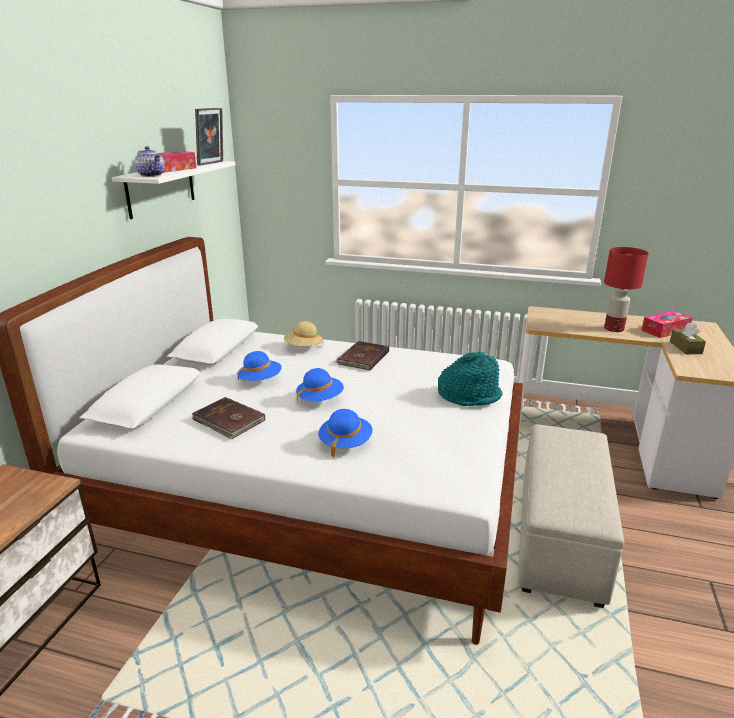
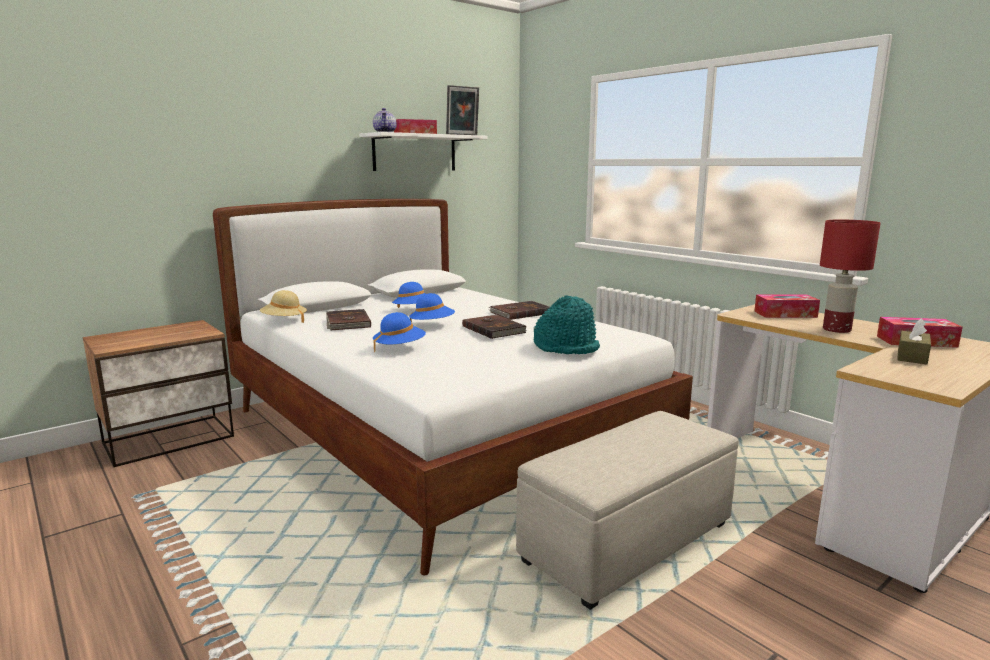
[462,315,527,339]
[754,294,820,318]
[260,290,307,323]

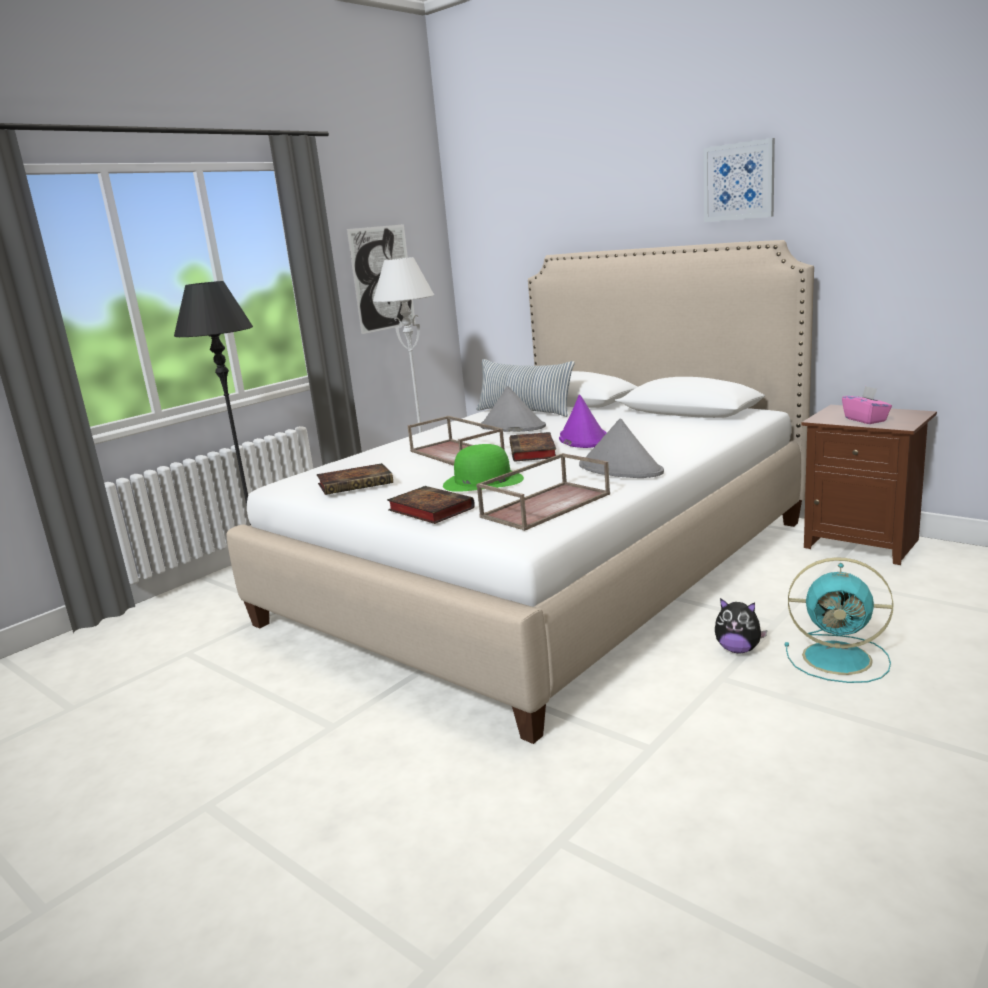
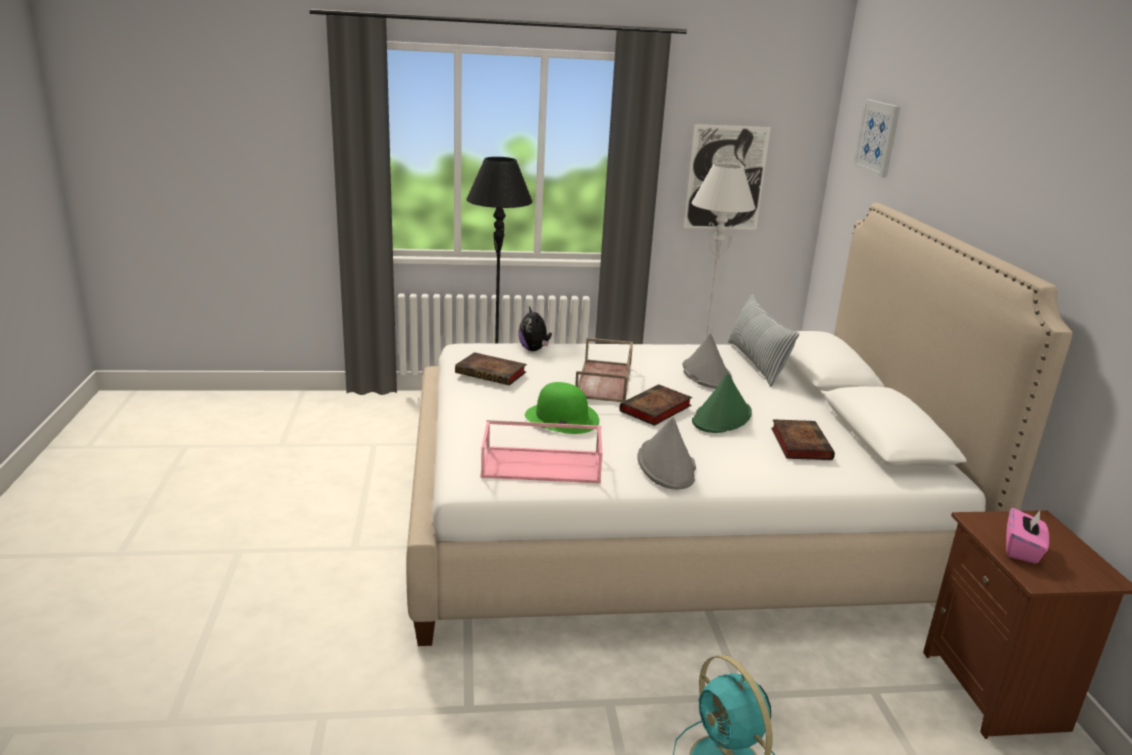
[771,419,835,460]
[853,99,900,178]
[518,307,552,351]
[481,420,603,483]
[692,373,752,433]

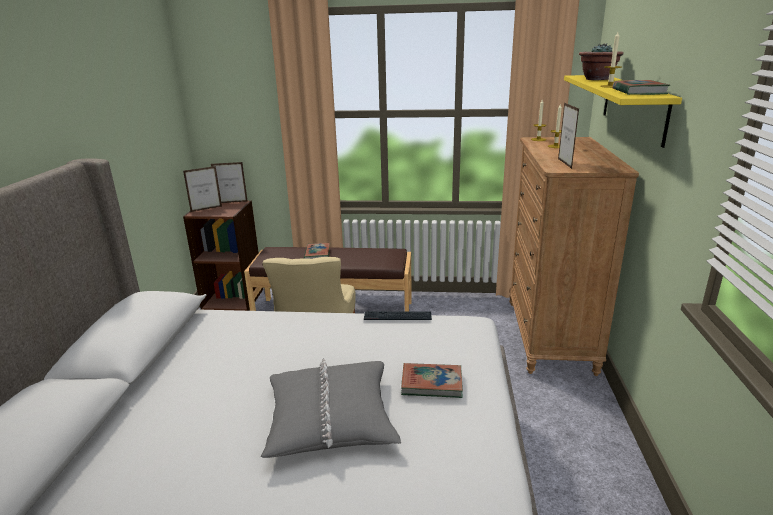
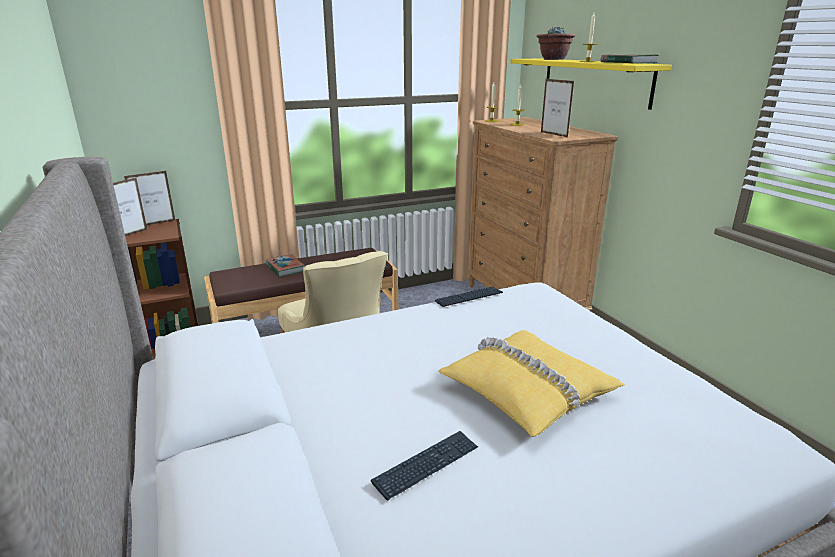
[401,363,463,398] (first image)
[371,431,478,501]
[438,330,625,437]

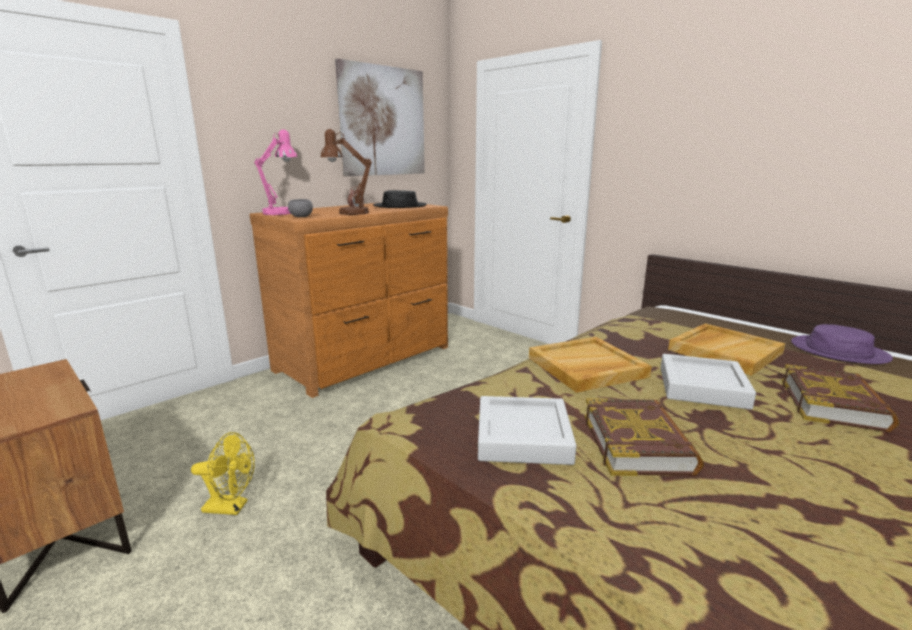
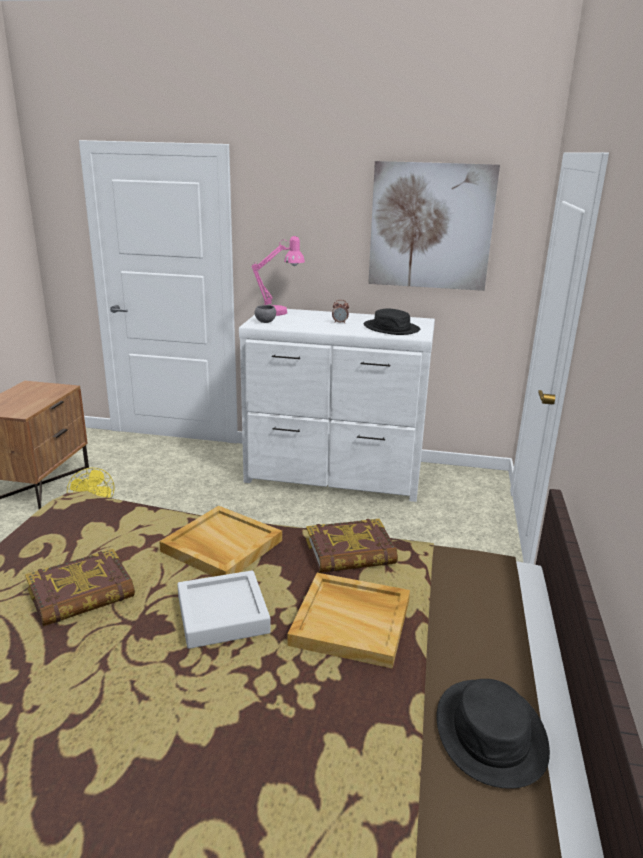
[321,129,372,215] (first image)
[478,396,577,465] (first image)
[306,519,398,573]
[239,309,435,502]
[436,679,550,789]

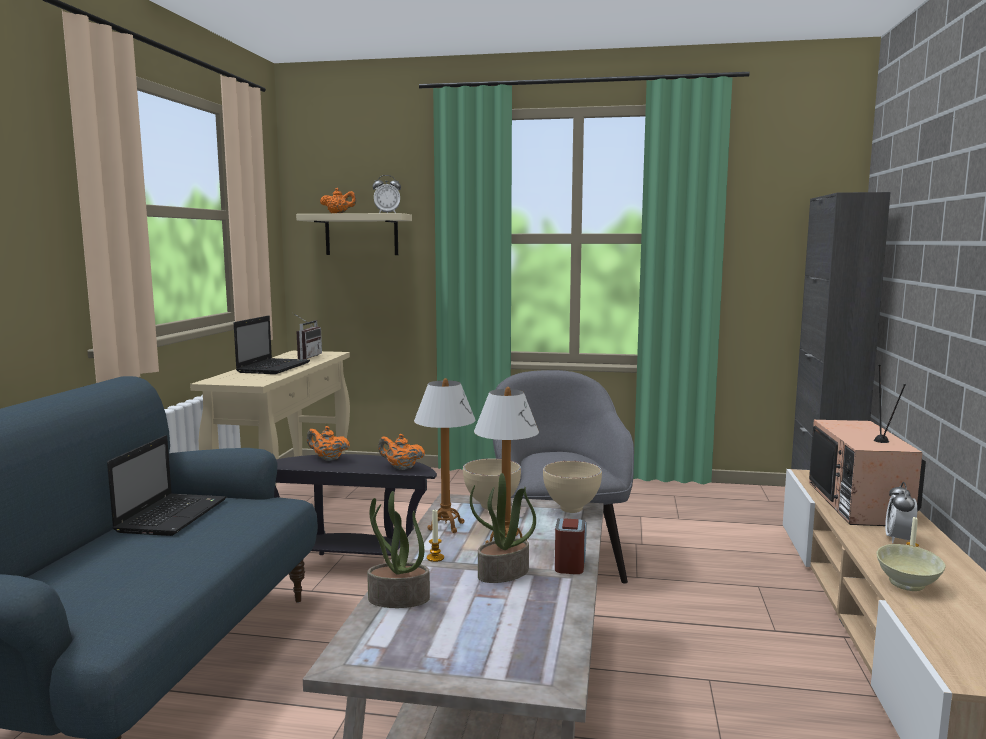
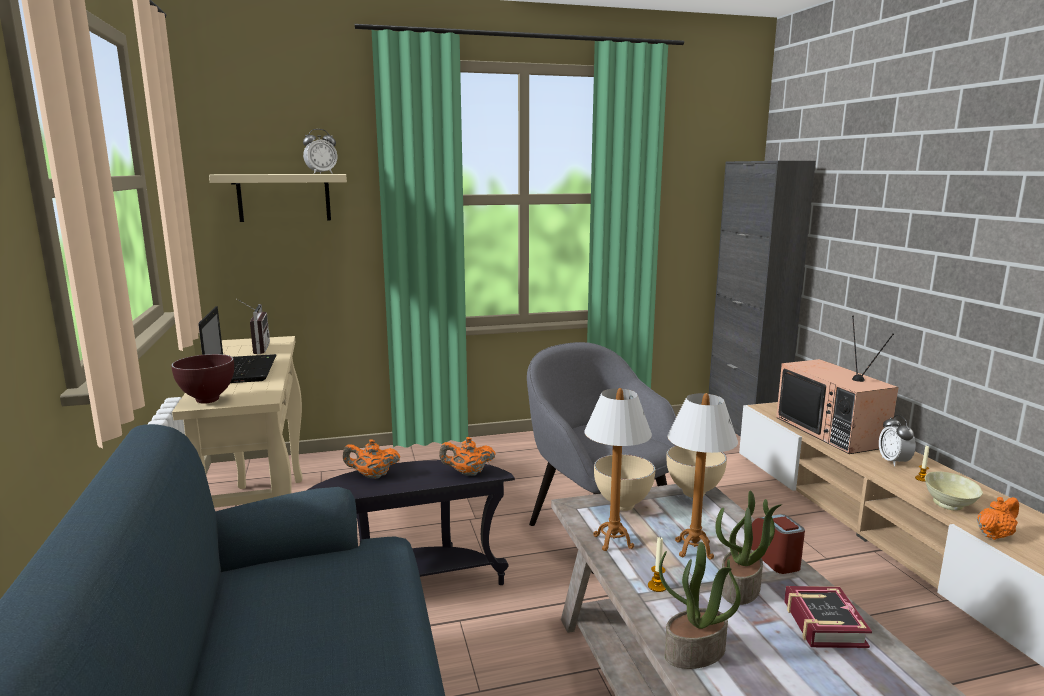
[107,435,226,536] (first image)
[171,354,234,404]
[784,586,872,648]
[977,497,1019,540]

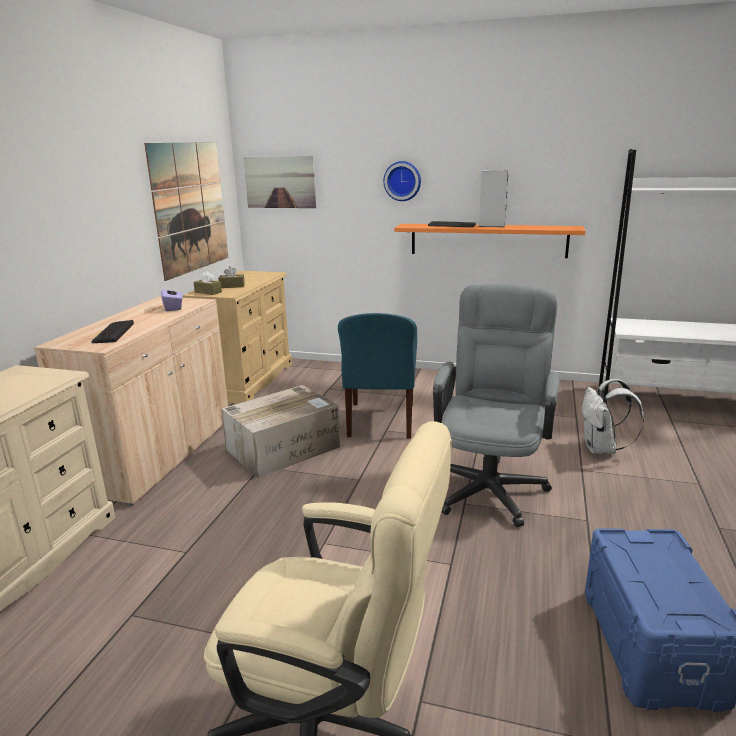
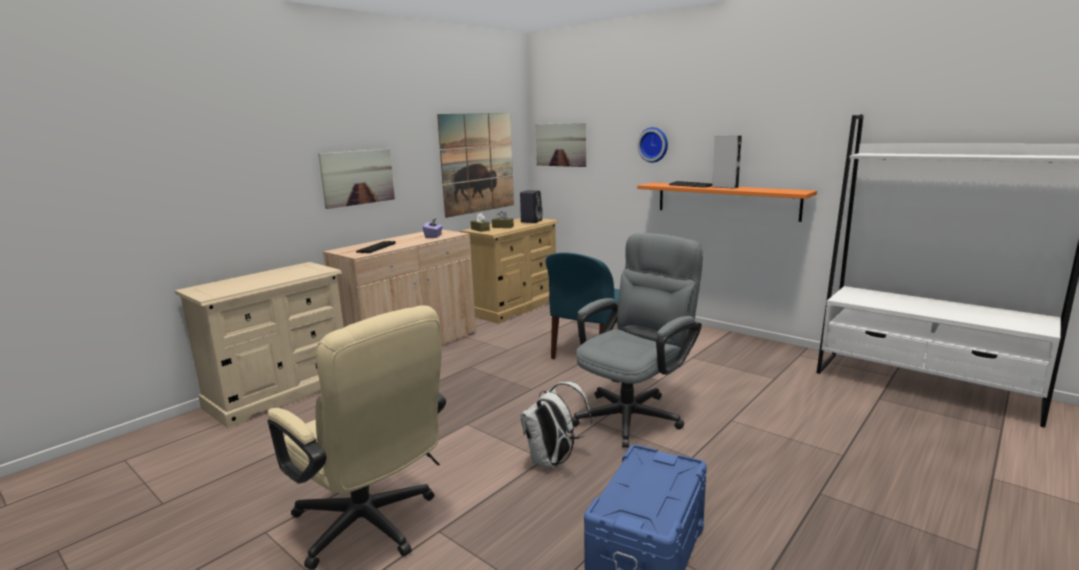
[221,385,340,478] (first image)
[318,149,395,209]
[520,190,543,223]
[520,382,592,469]

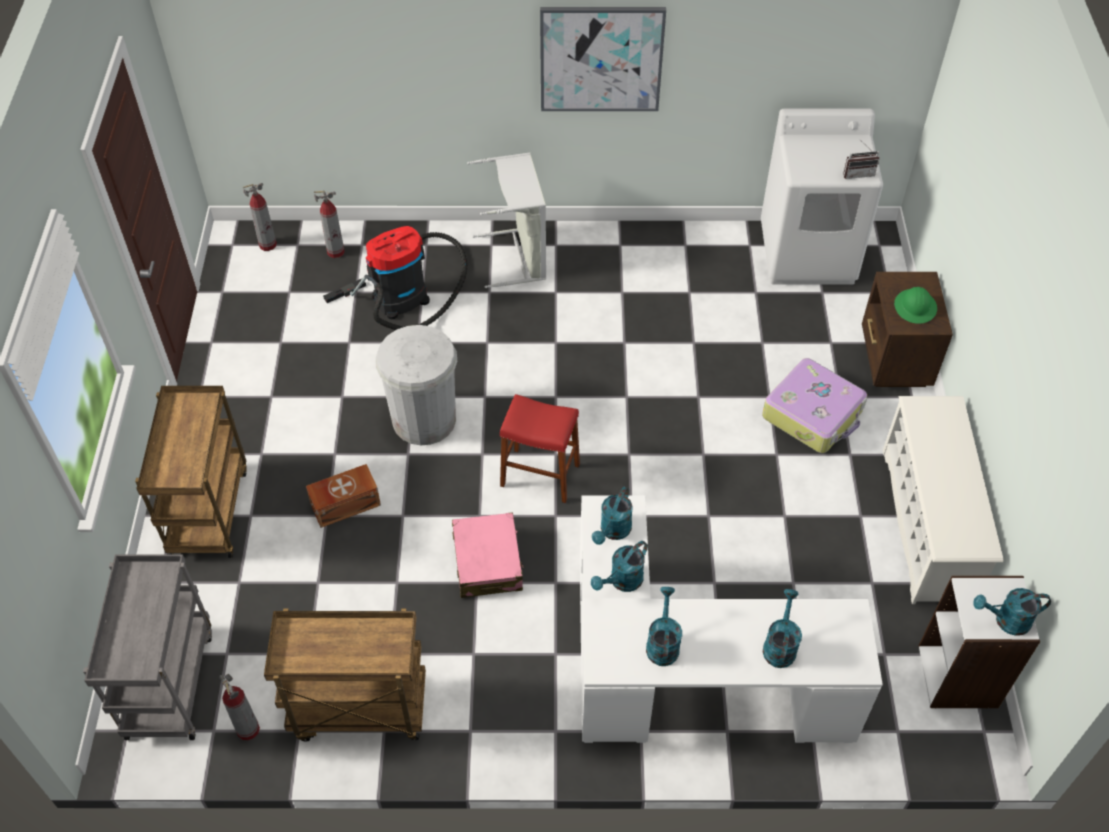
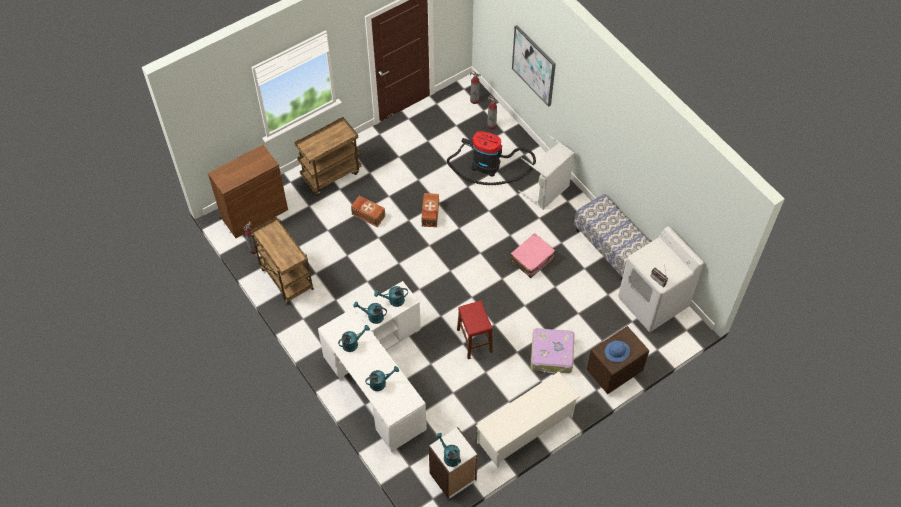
[574,194,650,281]
[510,233,556,278]
[457,300,493,359]
[512,25,556,107]
[208,145,288,238]
[421,193,439,227]
[605,341,630,362]

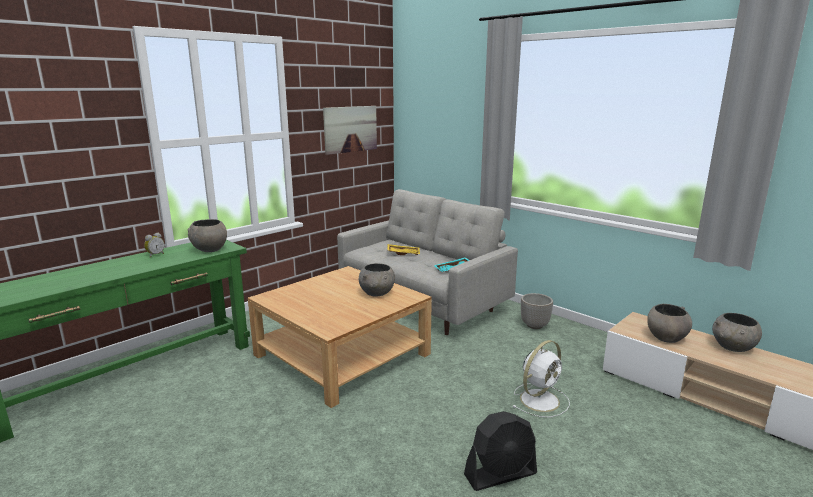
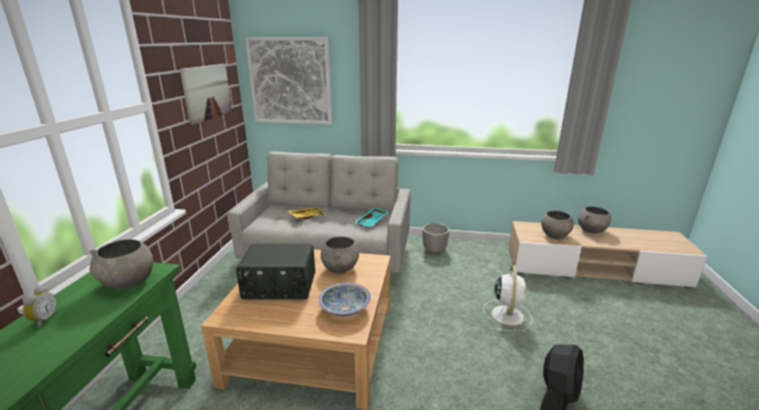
[236,244,315,300]
[245,37,332,125]
[318,283,371,316]

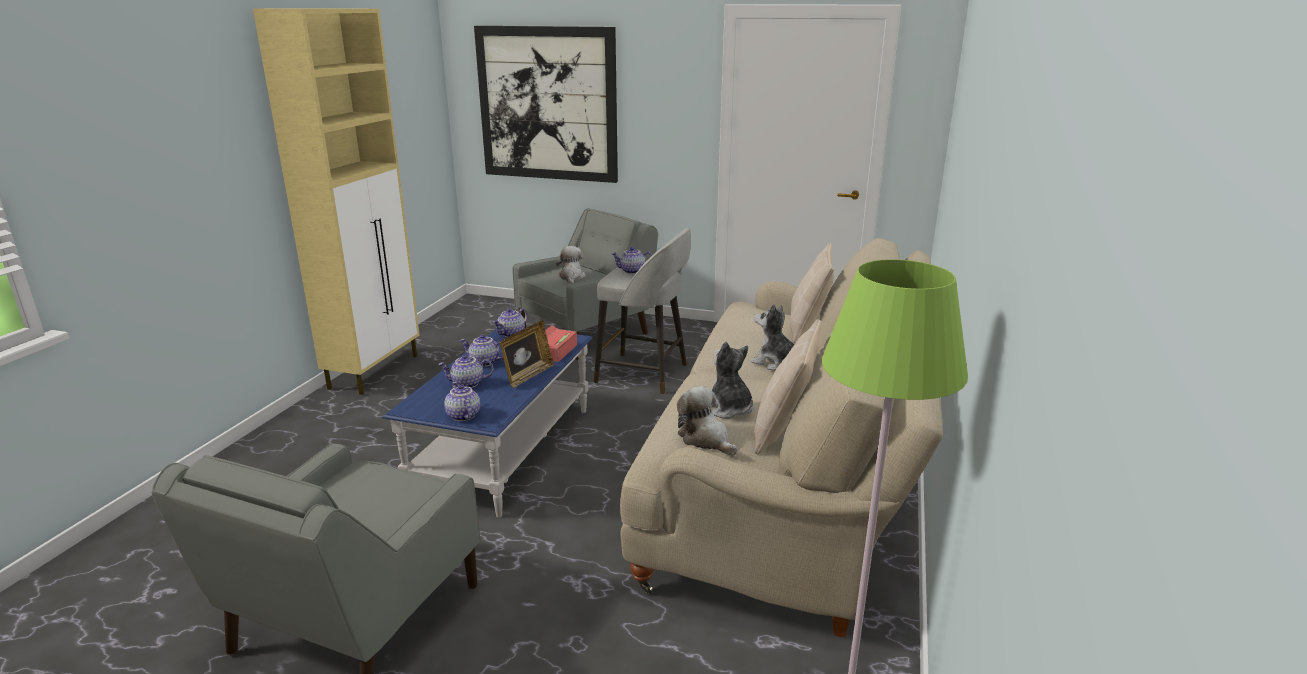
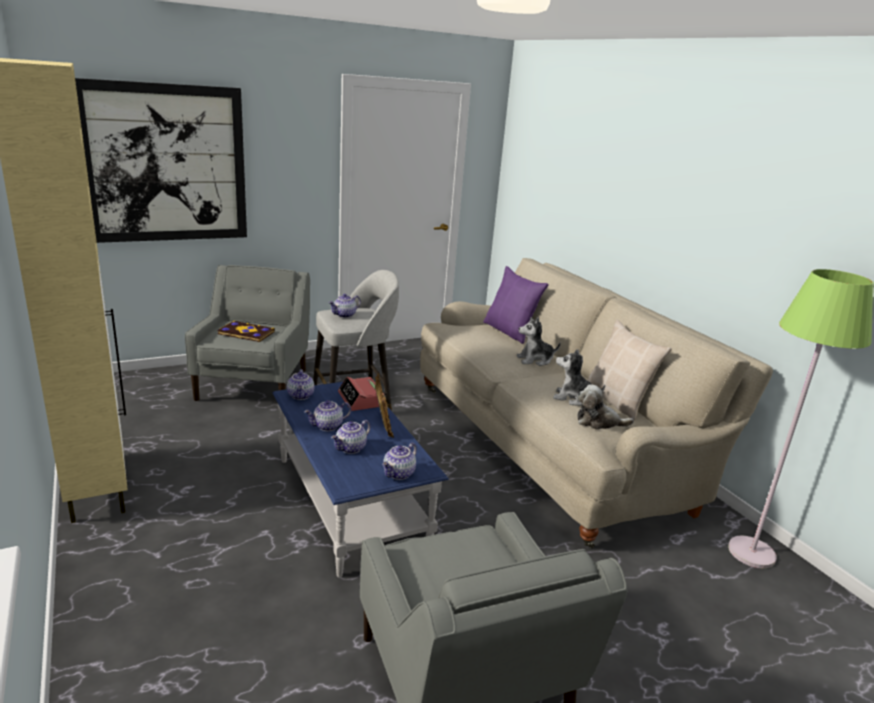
[217,321,275,342]
[483,266,549,344]
[382,443,417,480]

